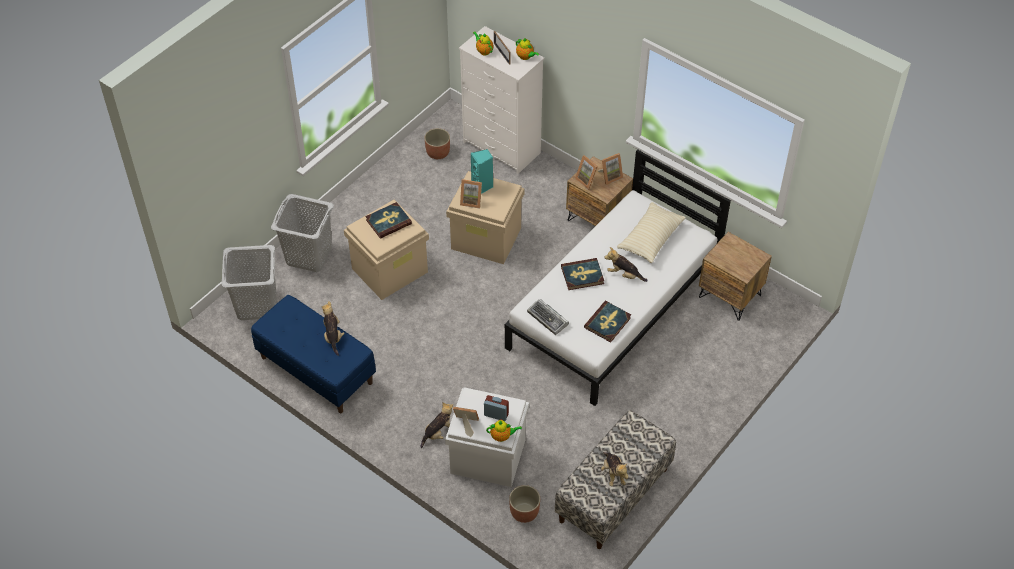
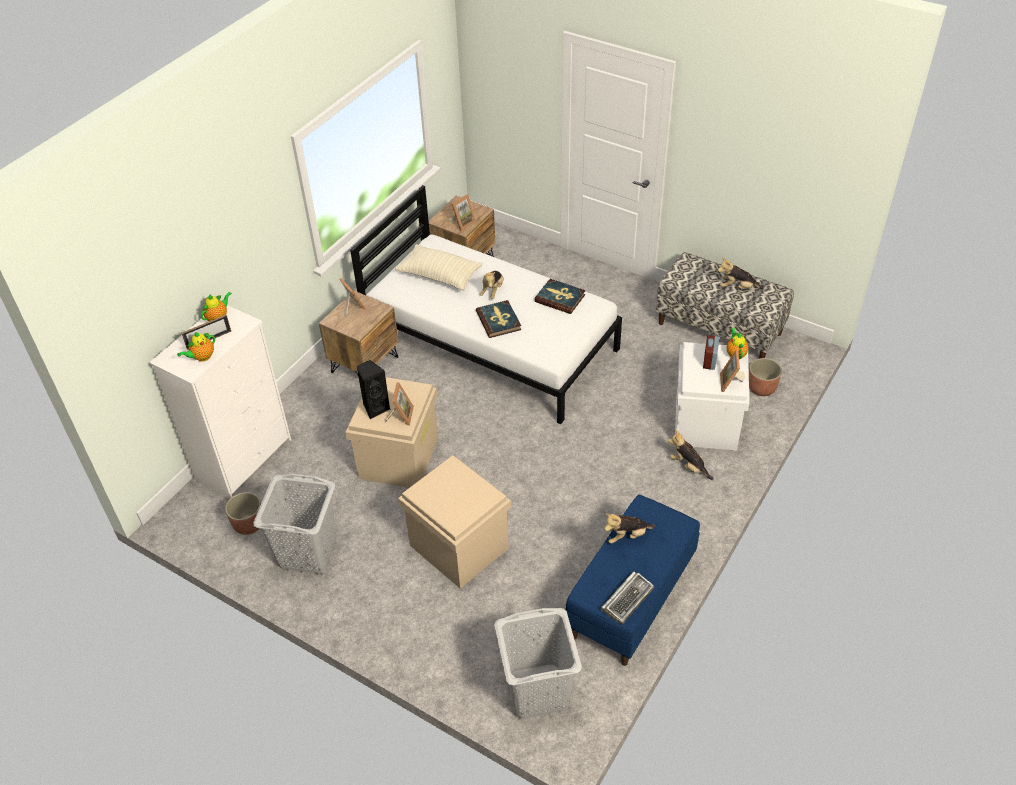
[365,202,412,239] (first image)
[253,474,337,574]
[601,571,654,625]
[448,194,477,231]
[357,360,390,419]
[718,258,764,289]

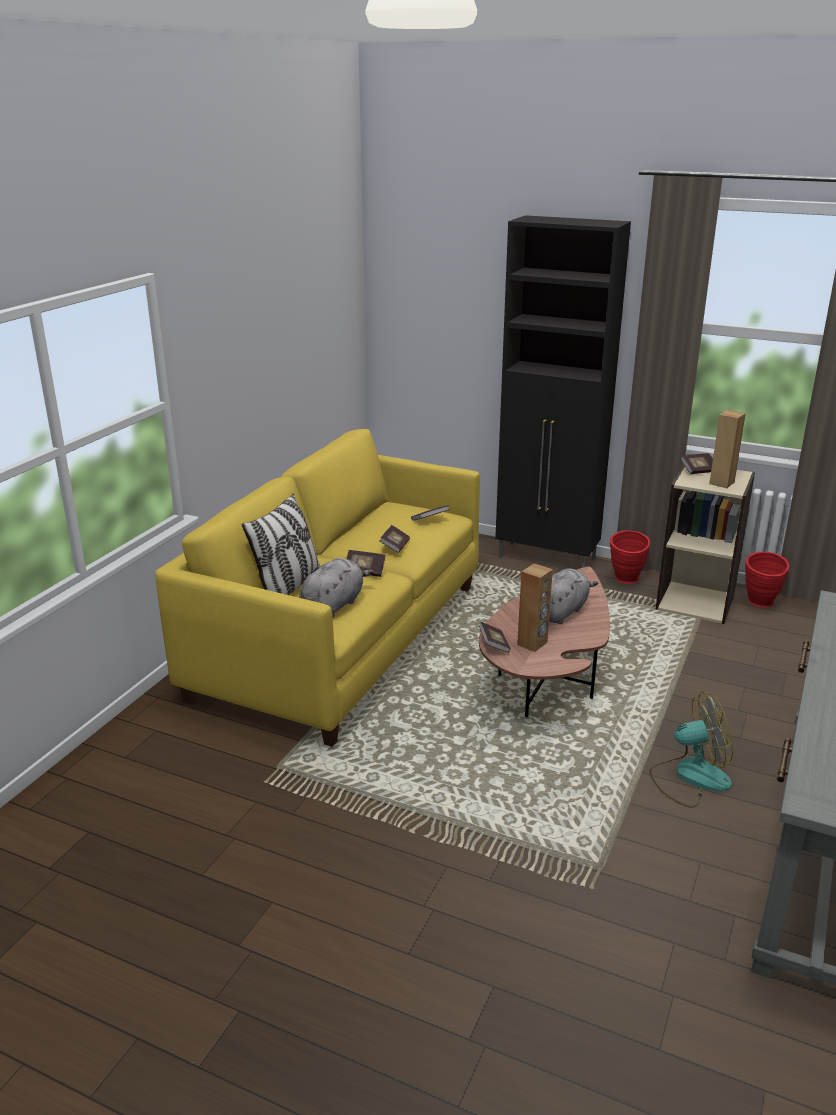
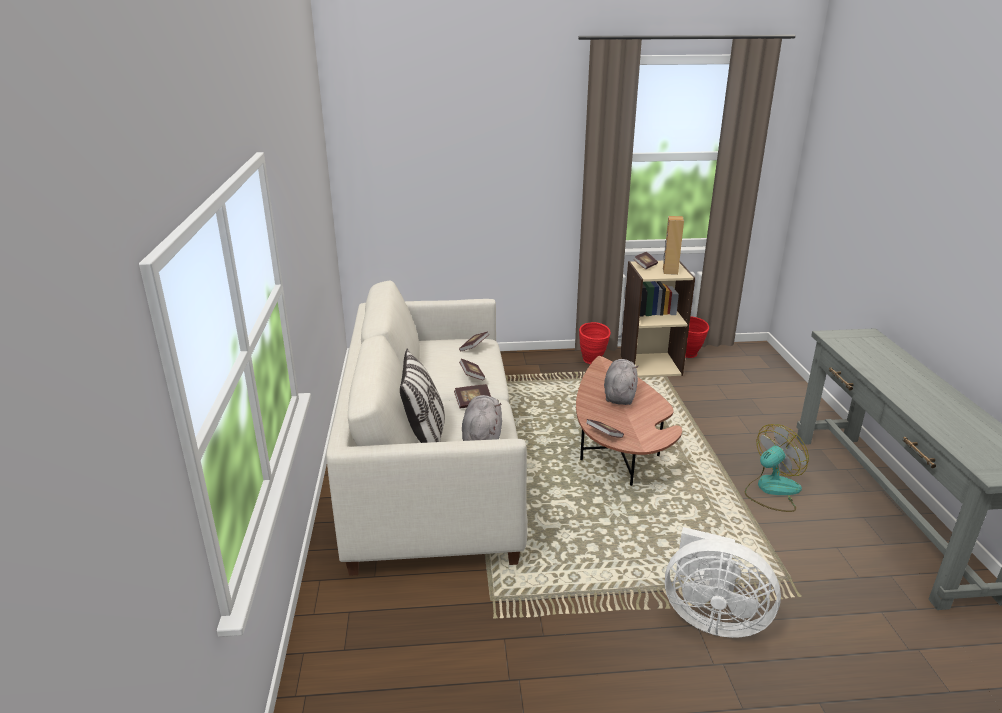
[495,215,631,567] (first image)
[517,564,553,652] (first image)
[665,527,781,638]
[326,280,528,576]

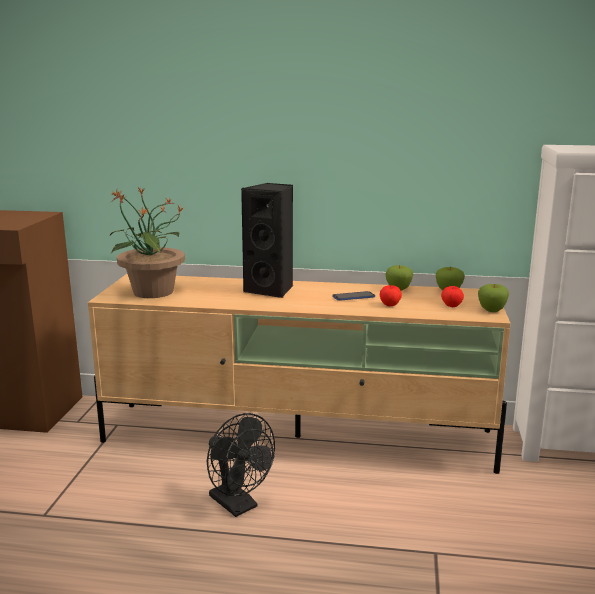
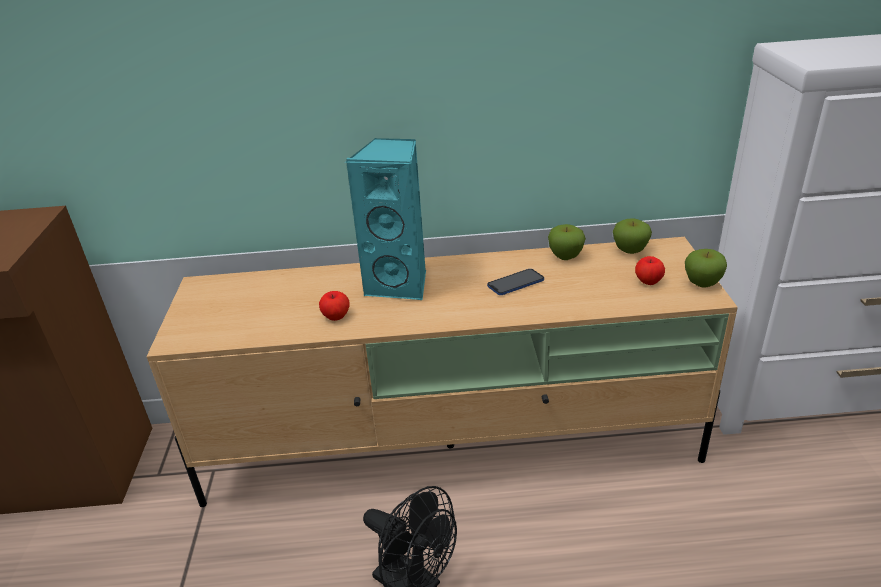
[109,188,185,298] (first image)
[319,291,350,321]
[345,138,426,301]

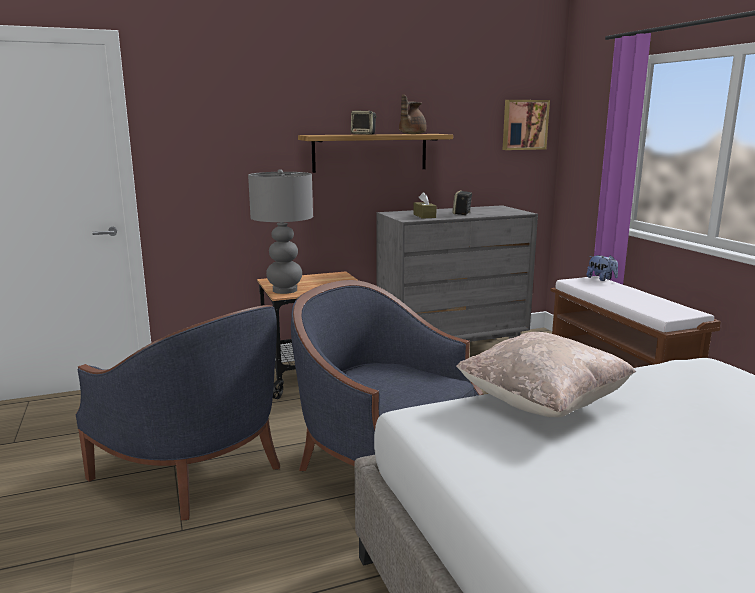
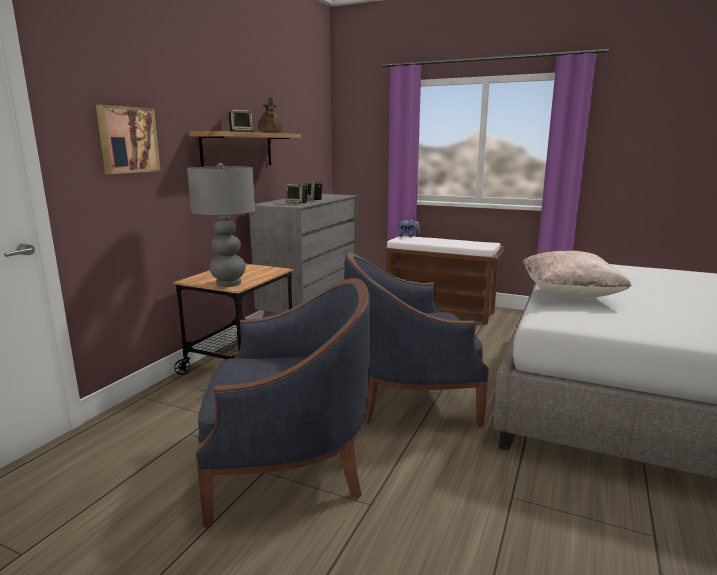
[96,105,161,174]
[286,183,307,204]

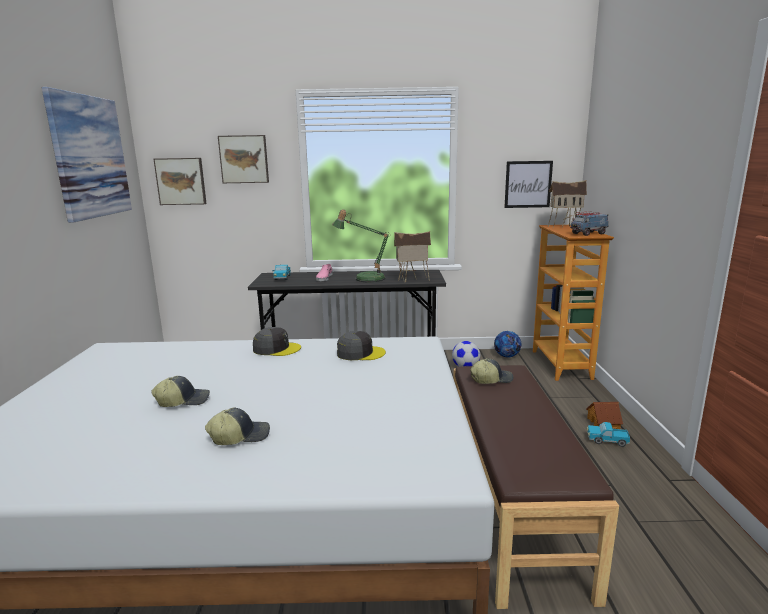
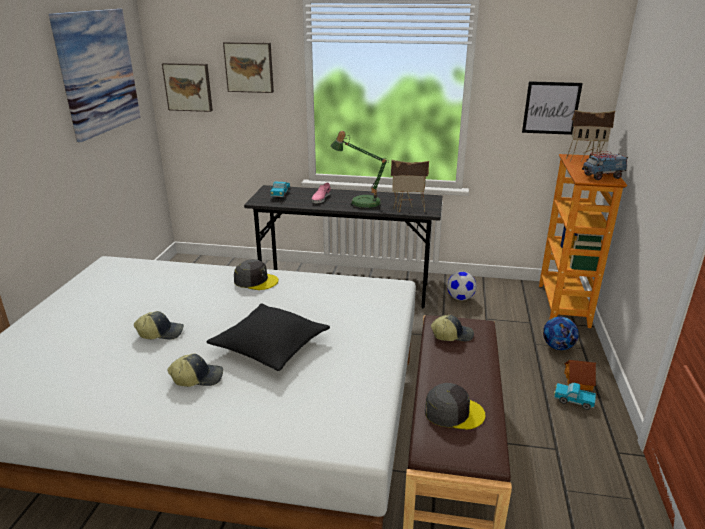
[206,303,330,371]
[425,383,486,429]
[543,317,579,350]

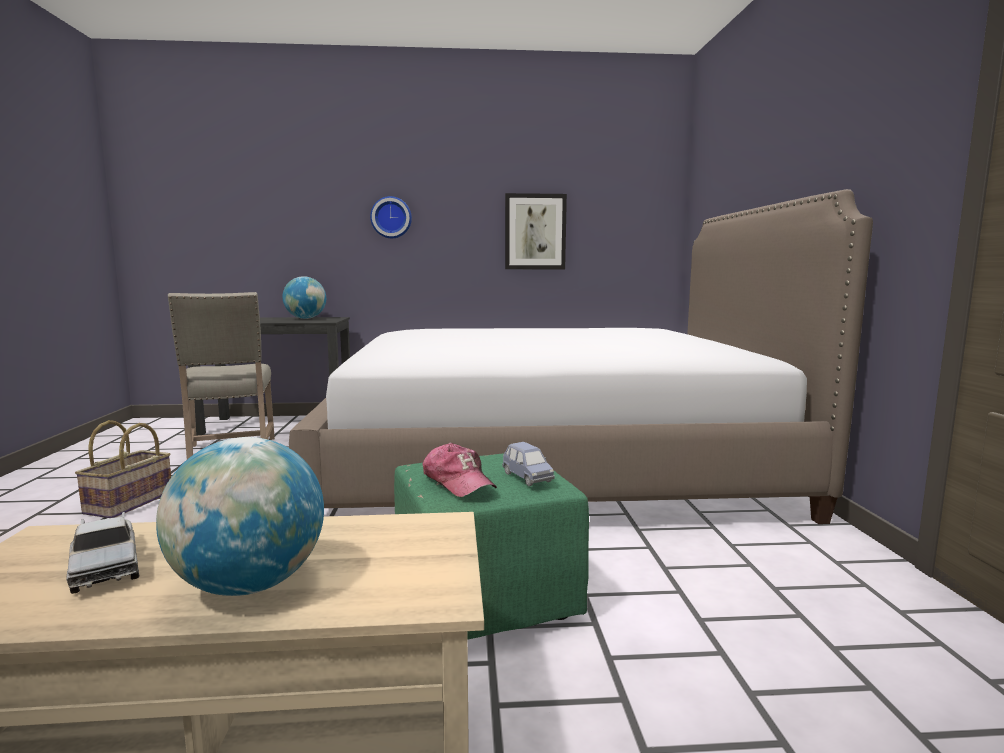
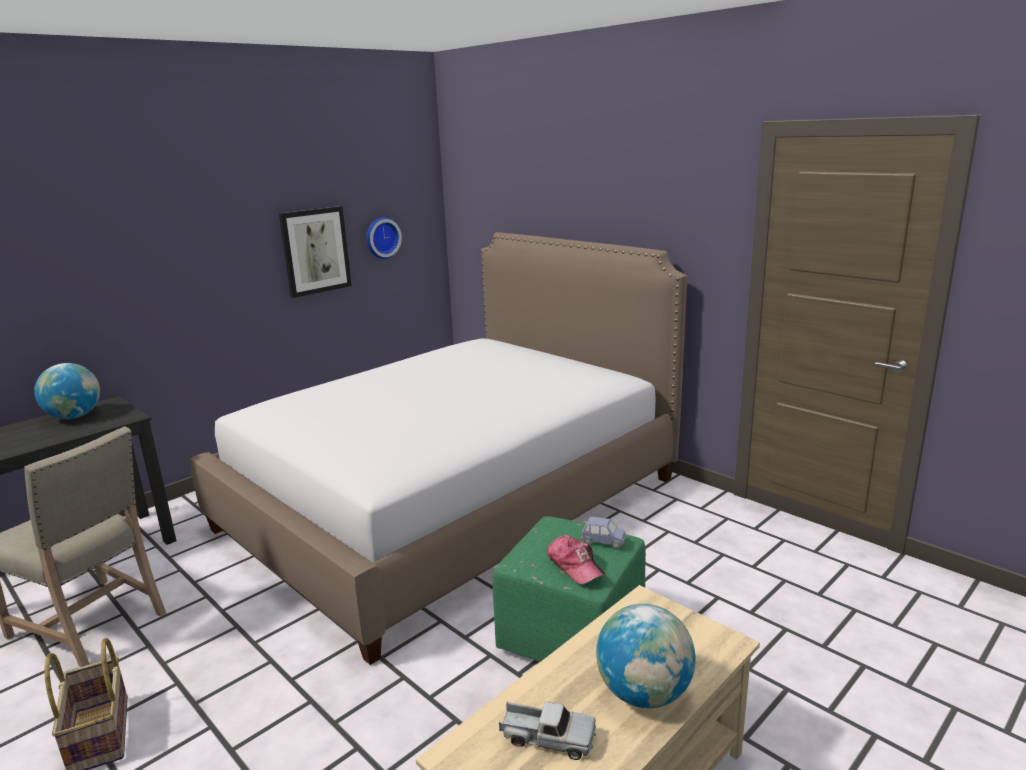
[366,217,402,259]
[547,535,605,584]

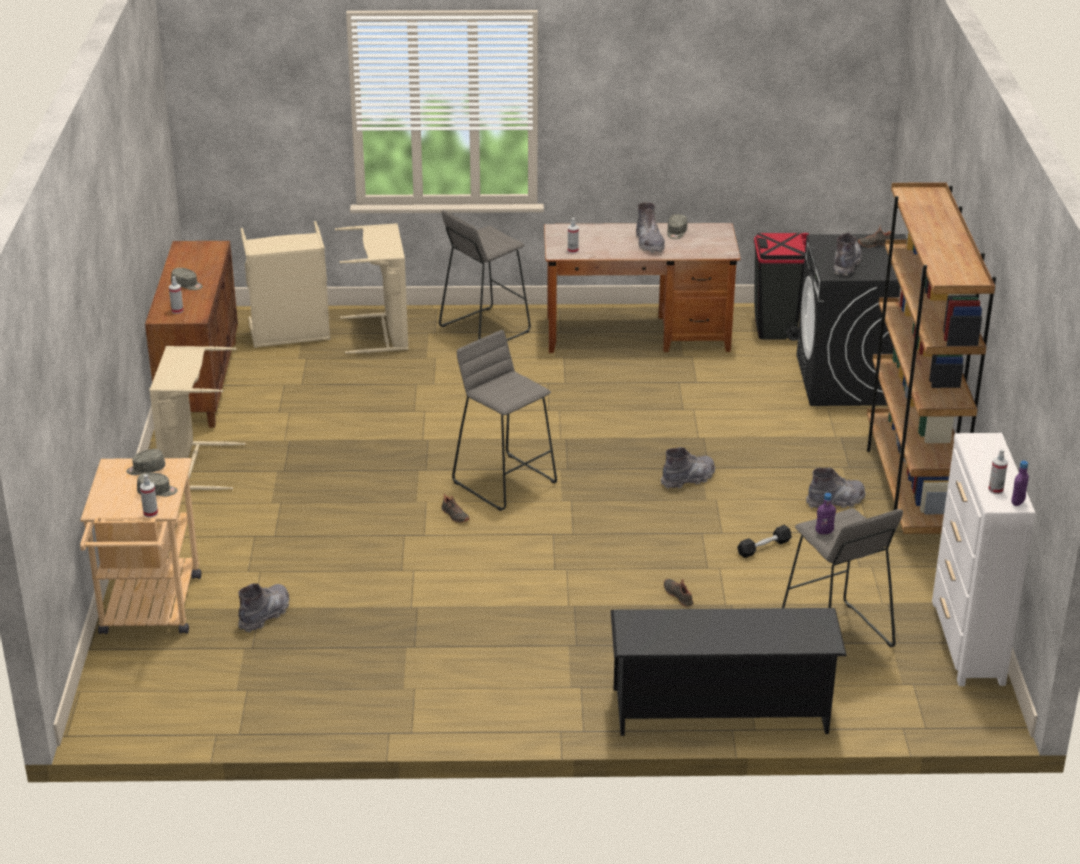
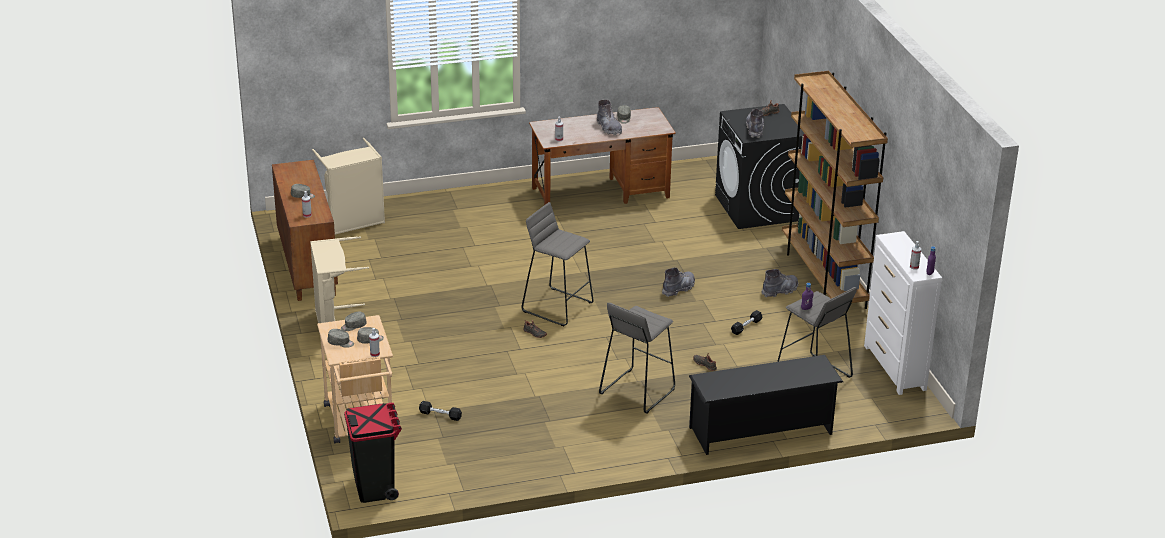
[335,223,408,354] (first image)
[328,329,354,348]
[599,303,675,413]
[344,403,402,503]
[419,401,462,421]

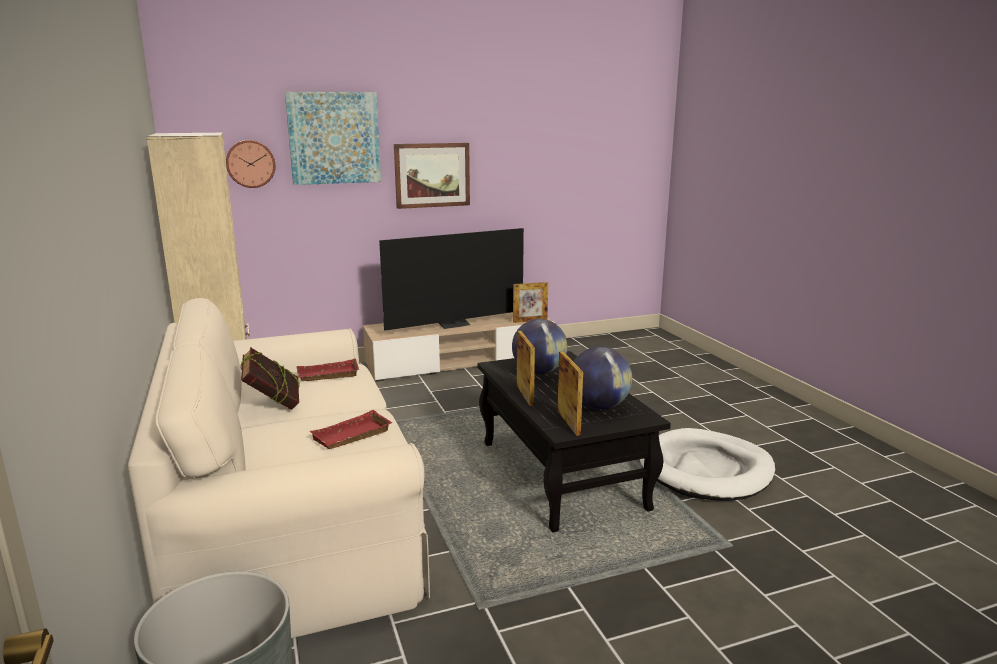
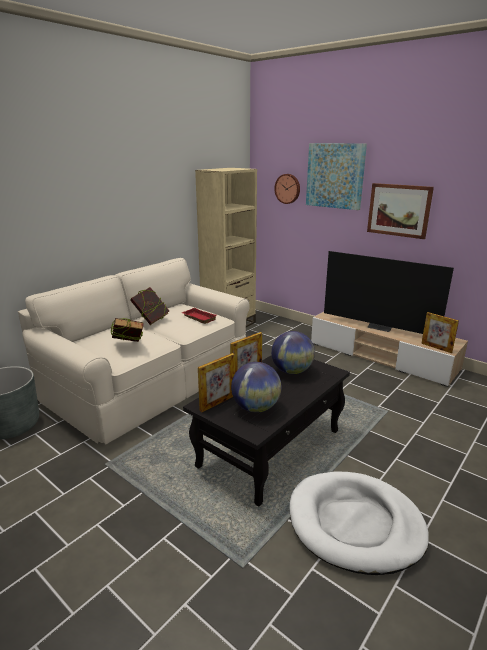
[110,318,144,342]

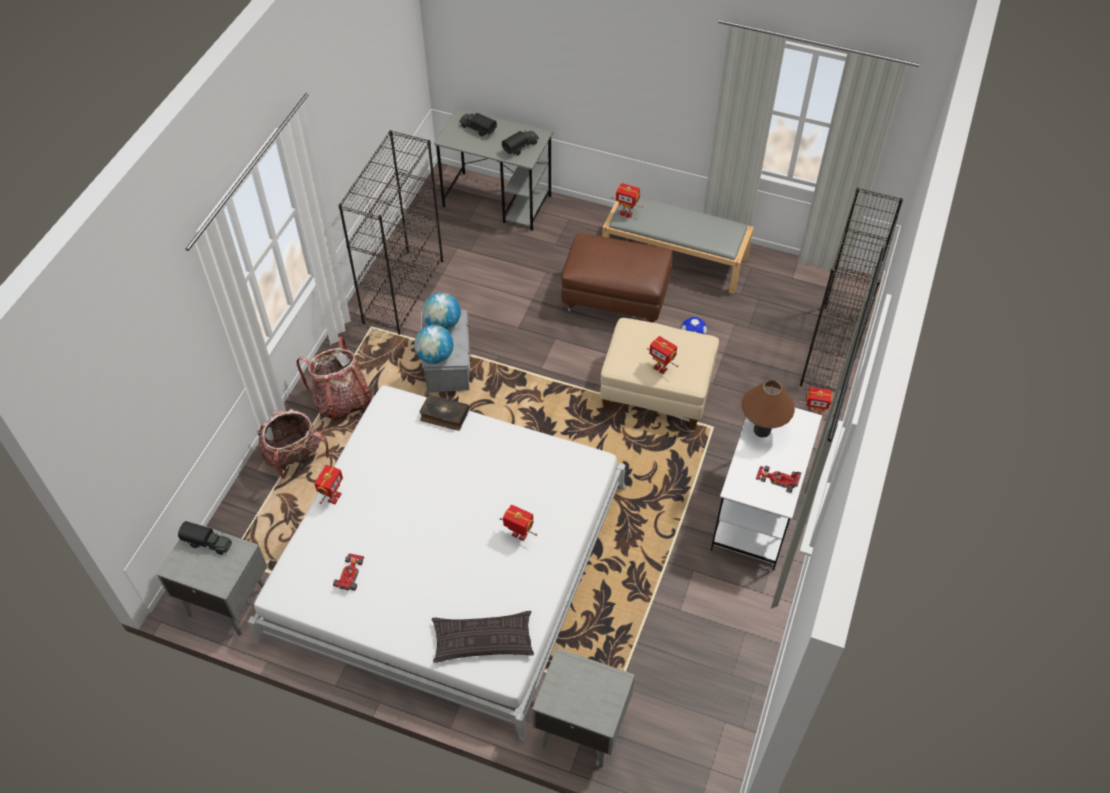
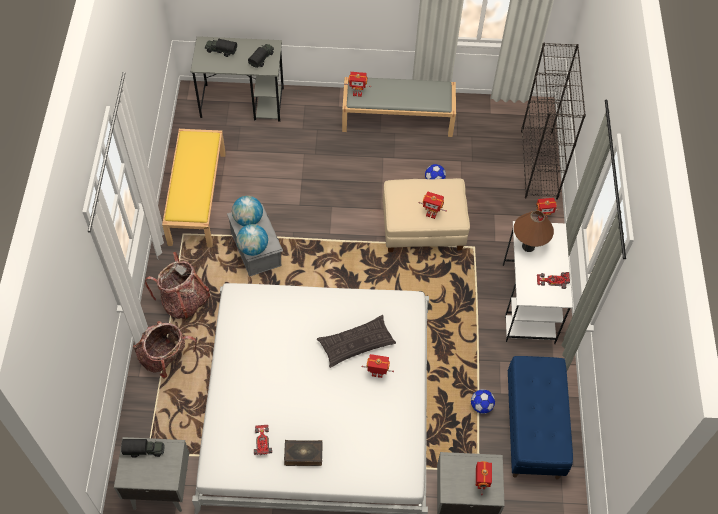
[561,233,672,322] (first image)
[471,389,495,414]
[508,356,573,480]
[476,461,492,495]
[284,440,323,466]
[317,315,396,368]
[162,129,226,247]

